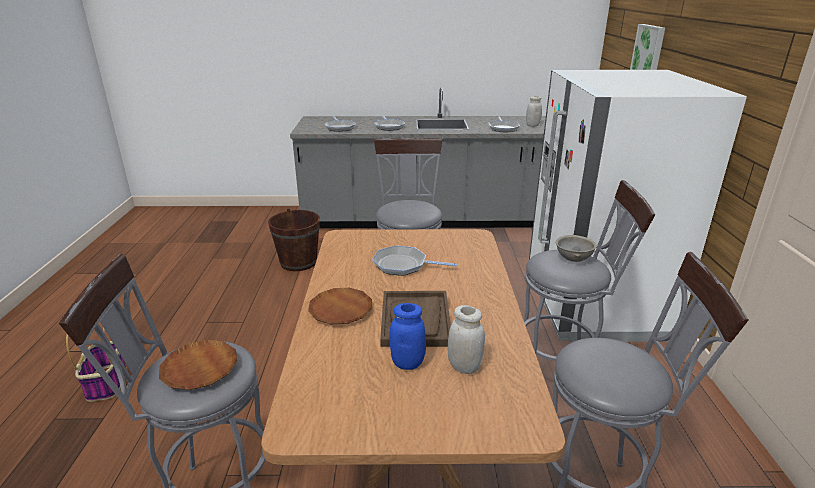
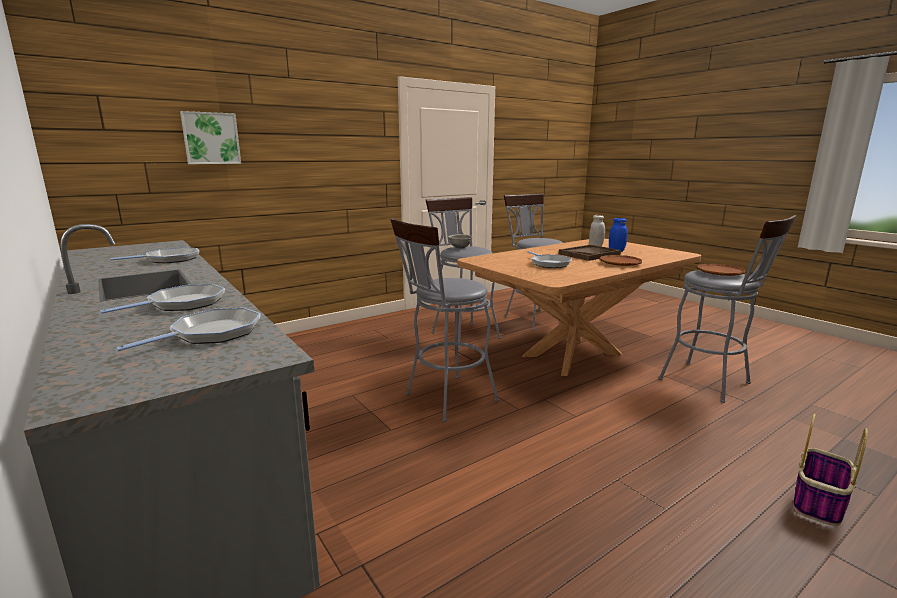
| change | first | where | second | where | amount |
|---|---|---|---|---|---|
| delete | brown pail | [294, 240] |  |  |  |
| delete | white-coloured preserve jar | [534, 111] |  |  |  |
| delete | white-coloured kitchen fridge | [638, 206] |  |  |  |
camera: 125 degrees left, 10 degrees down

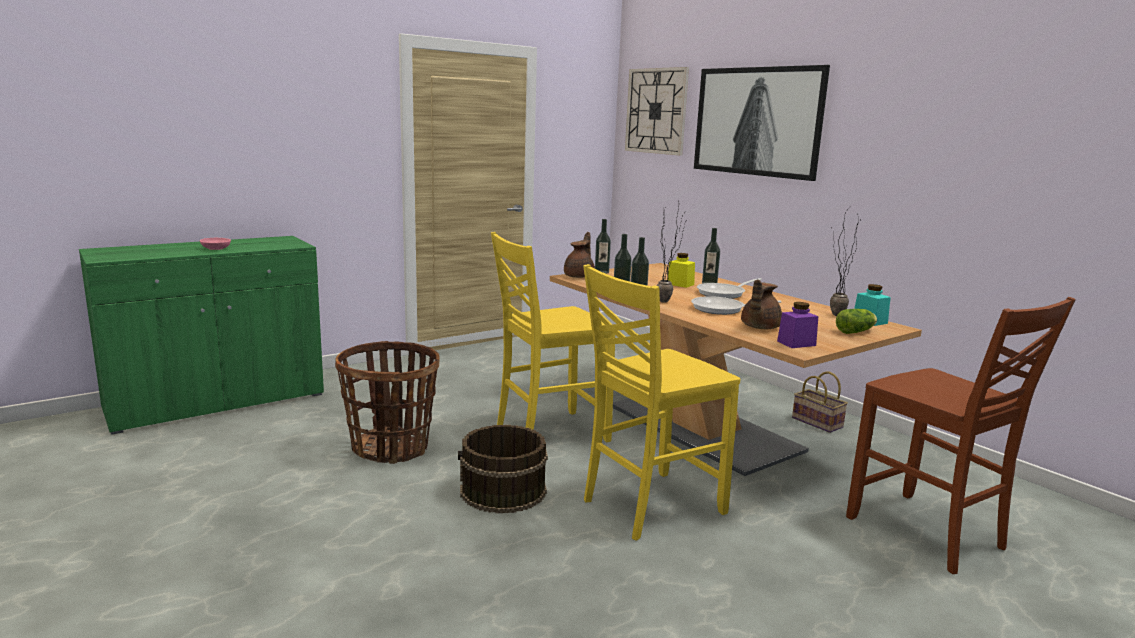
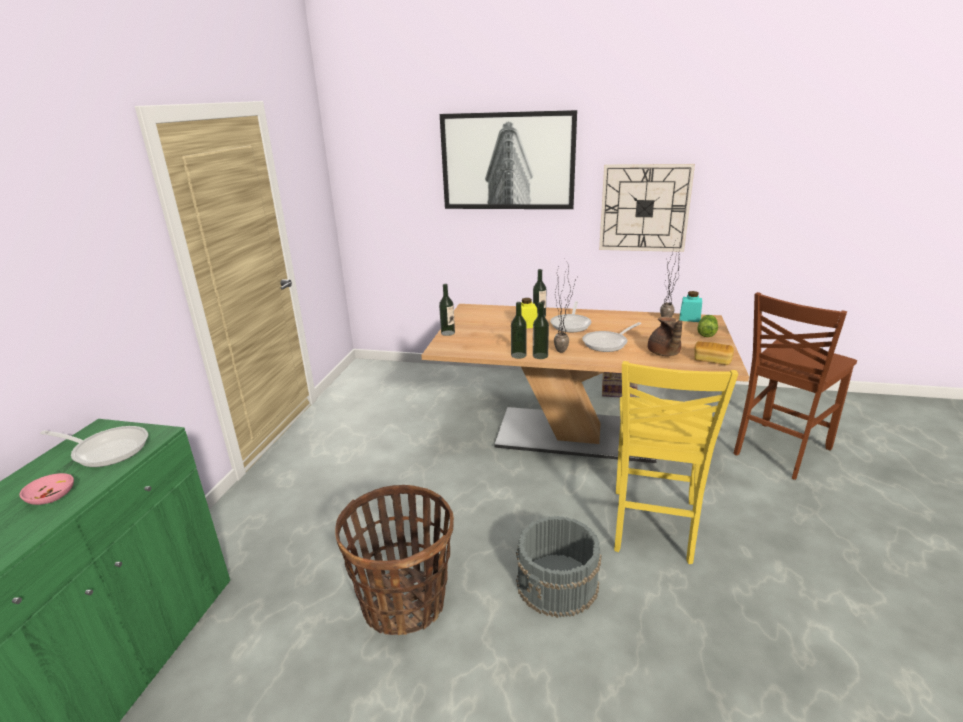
| change | first | where | second | where | amount |
|---|---|---|---|---|---|
| recolor | brown pail | [503, 469] | gray pail | [558, 567] |  |
| delete | yellowish chair | [553, 337] |  |  |  |
| delete | brown teapot | [579, 255] |  |  |  |
| move | hanging clock | [657, 111] |  | [647, 208] |  |
| replace | purplish preserve jar | [797, 325] | bread | [714, 353] |  |
| rotate | brown chair | [961, 435] |  | [795, 386] | 120 degrees clockwise |
| insert |  |  | pan | [94, 446] |  |
camera: 40 degrees left, 10 degrees up

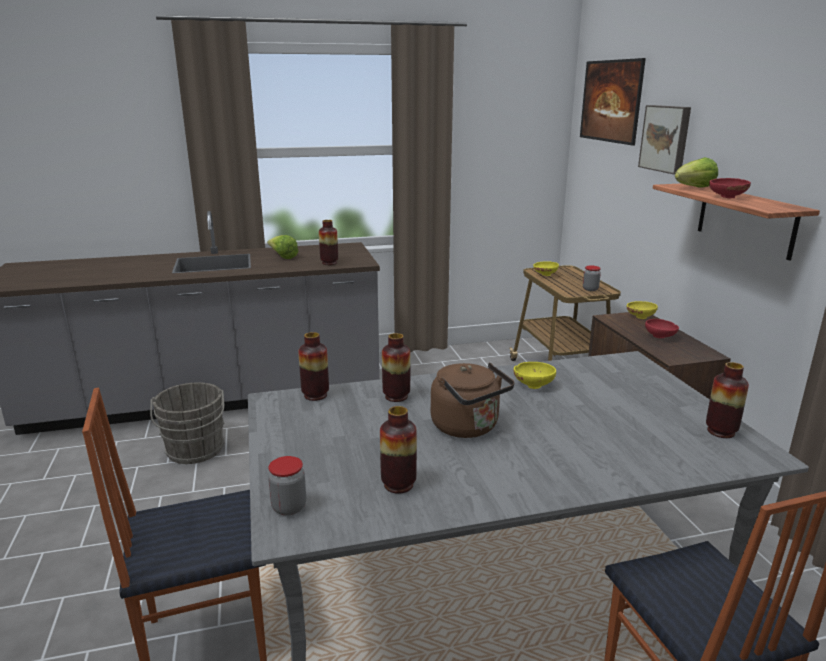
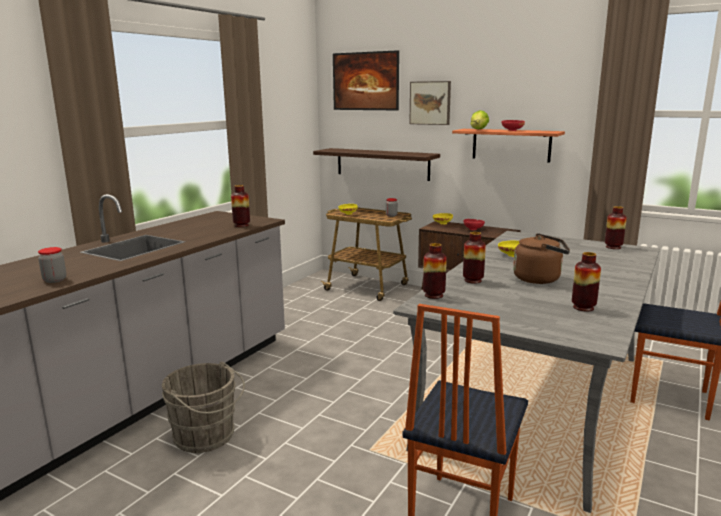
| change | first | where | second | where | amount |
|---|---|---|---|---|---|
| delete | head of lettuce | [282, 247] |  |  |  |
| move | preserve jar | [287, 486] |  | [52, 265] |  |
| insert |  |  | shelf | [376, 164] |  |
camera: 45 degrees left, 5 degrees down

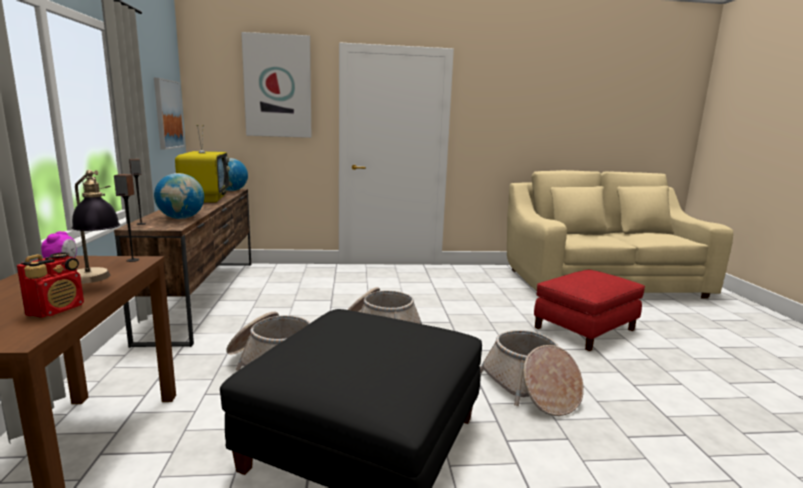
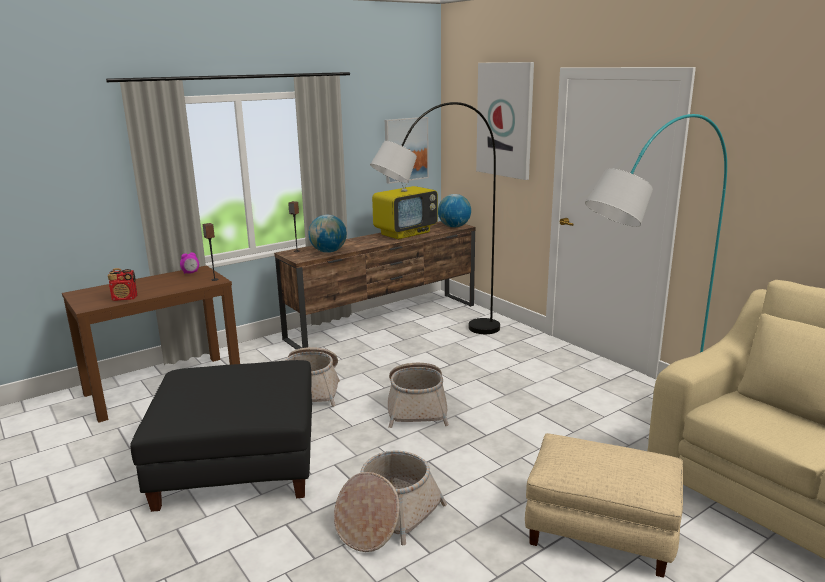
| change | first | where | second | where | amount |
|---|---|---|---|---|---|
| delete | tabletop lamp | [95, 227] |  |  |  |
| recolor | red pouffe | [589, 310] | sand-coloured pouffe | [604, 505] |  |
| insert |  |  | gray standing lamp | [435, 218] |  |
| insert |  |  | blue-green standing lamp | [656, 233] |  |
camera: 60 degrees right, 5 degrees up

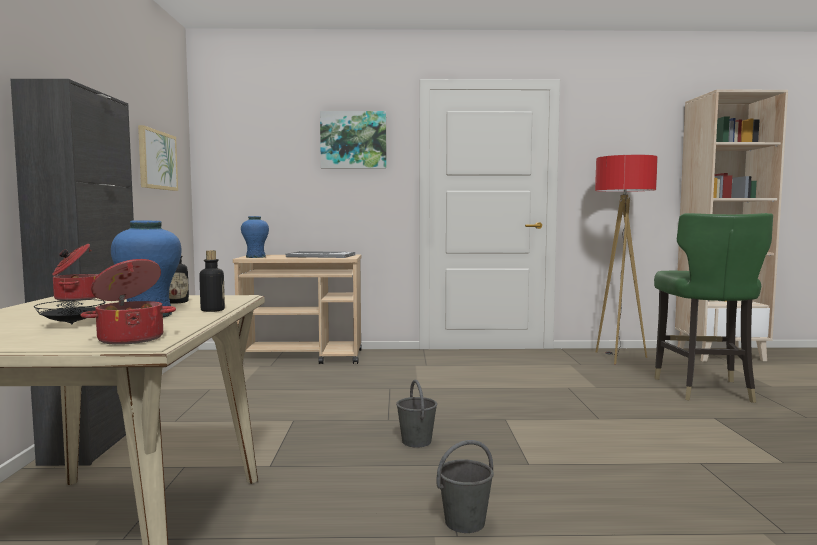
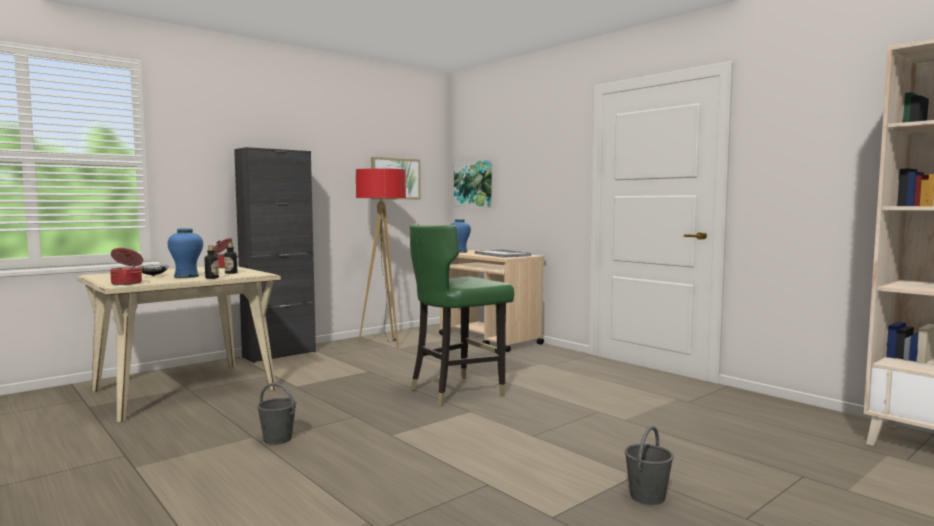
| change | first | where | second | where | amount |
|---|---|---|---|---|---|
| move | picture | [353, 140] |  | [473, 183] |  |
| move | gray pail | [416, 414] |  | [649, 465] |  |
| move | standing lamp | [626, 260] |  | [381, 257] |  |
| move | greenish chair | [713, 308] |  | [461, 314] |  |
camera: 50 degrees right, 0 degrees up

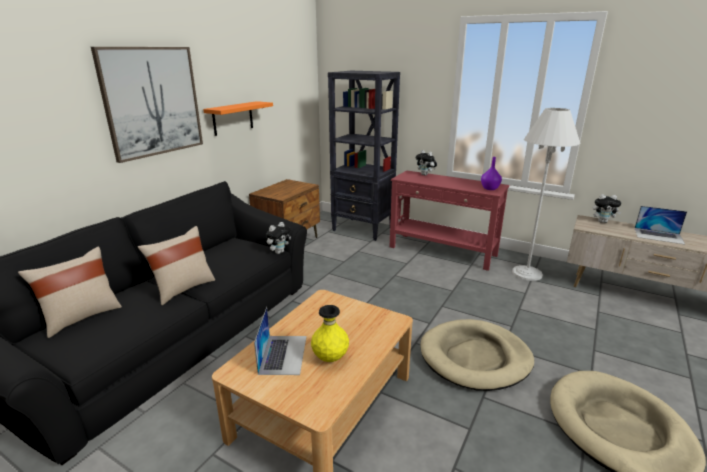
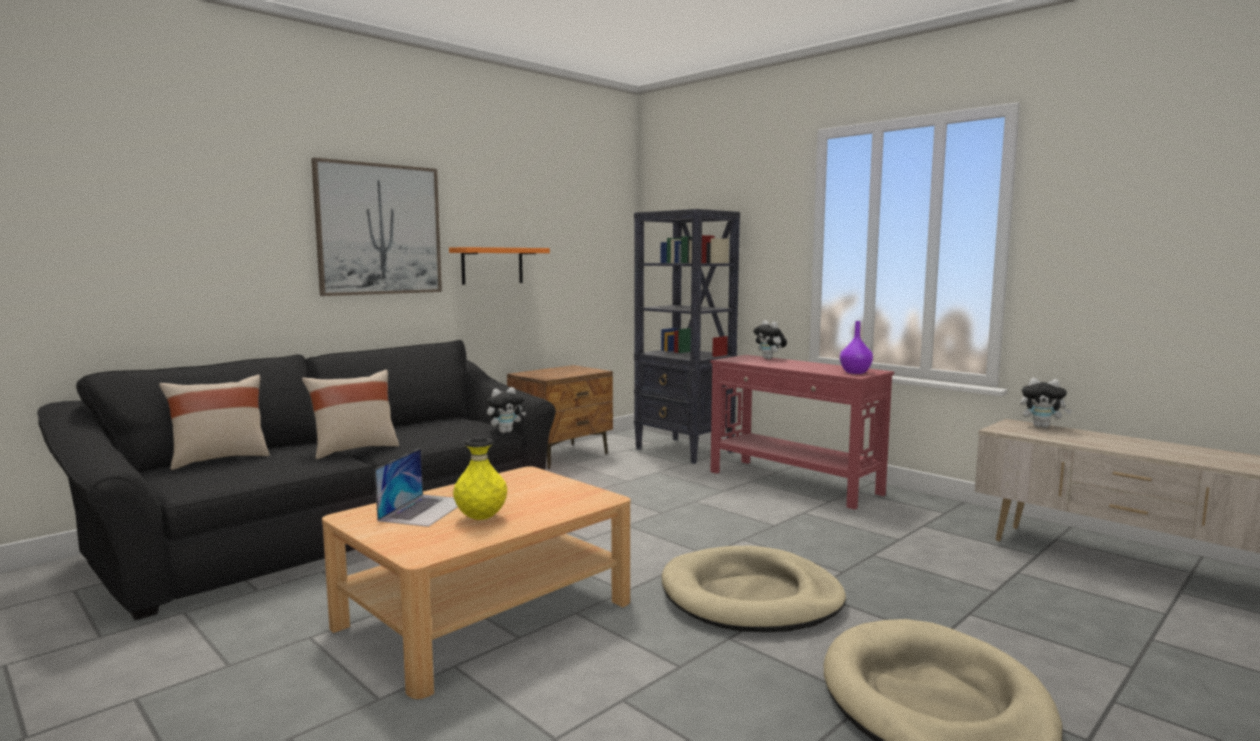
| change | first | where | second | where | amount |
|---|---|---|---|---|---|
| delete | white-coloured standing lamp | [546, 194] |  |  |  |
| delete | notebook computer | [661, 225] |  |  |  |
camera: 15 degrees right, 15 degrees down

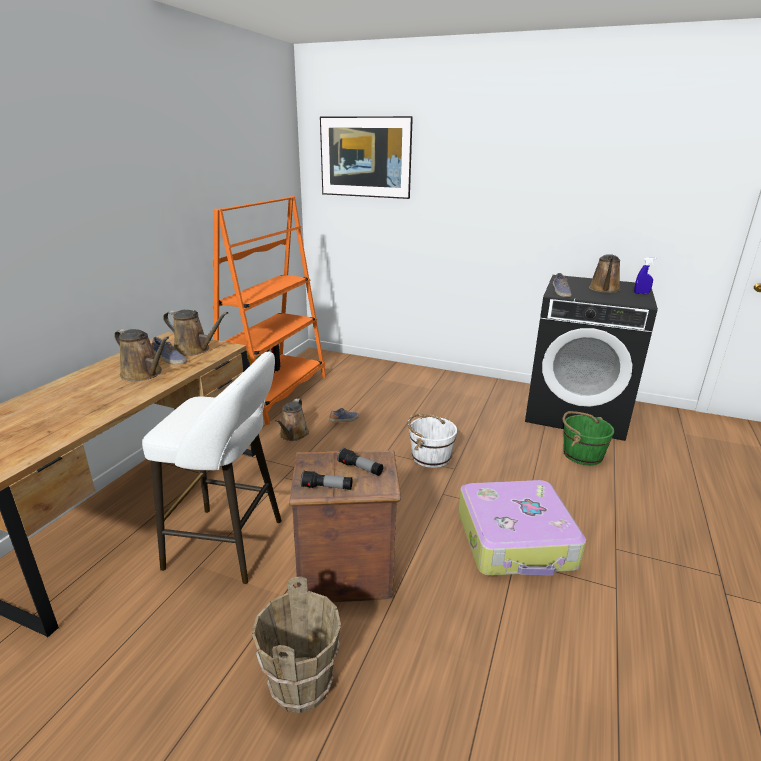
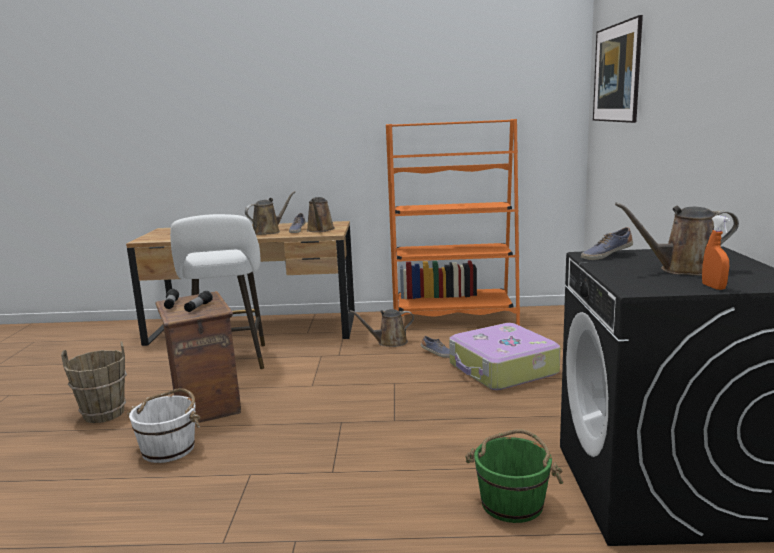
| change | first | where | second | where | amount |
|---|---|---|---|---|---|
| rotate | brown watering pot | [141, 355] |  | [270, 213] | 150 degrees counterclockwise |
| move | white-coloured pail | [432, 441] |  | [164, 425] |  |
| move | travel case | [522, 528] |  | [505, 356] |  |
| recolor | bluish hand sprayer | [645, 275] | orange hand sprayer | [716, 252] |  |
camera: 70 degrees right, 10 degrees down

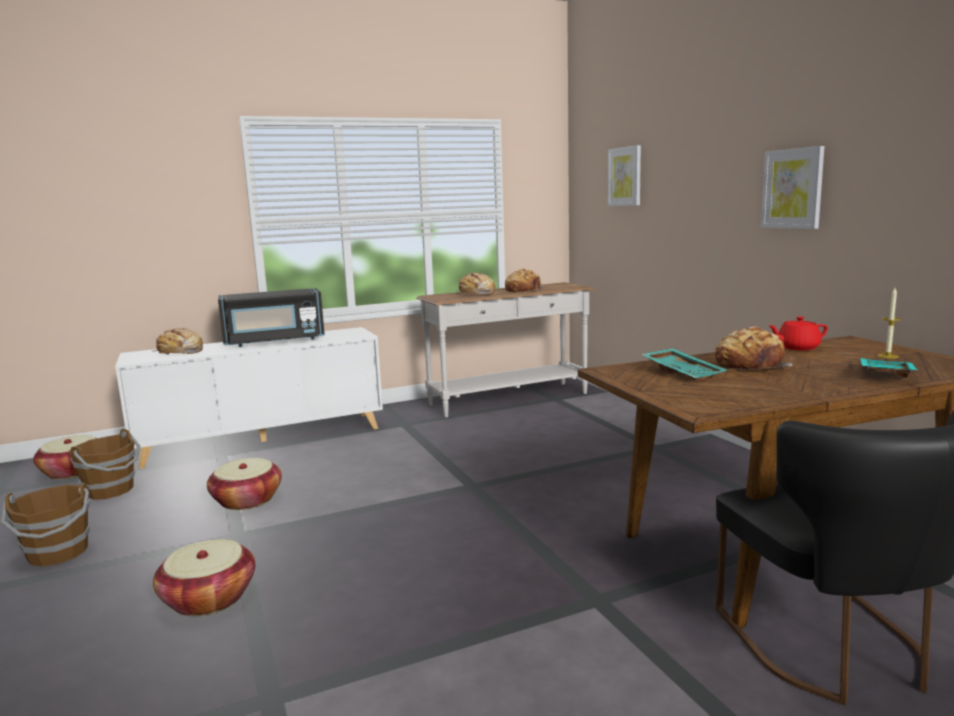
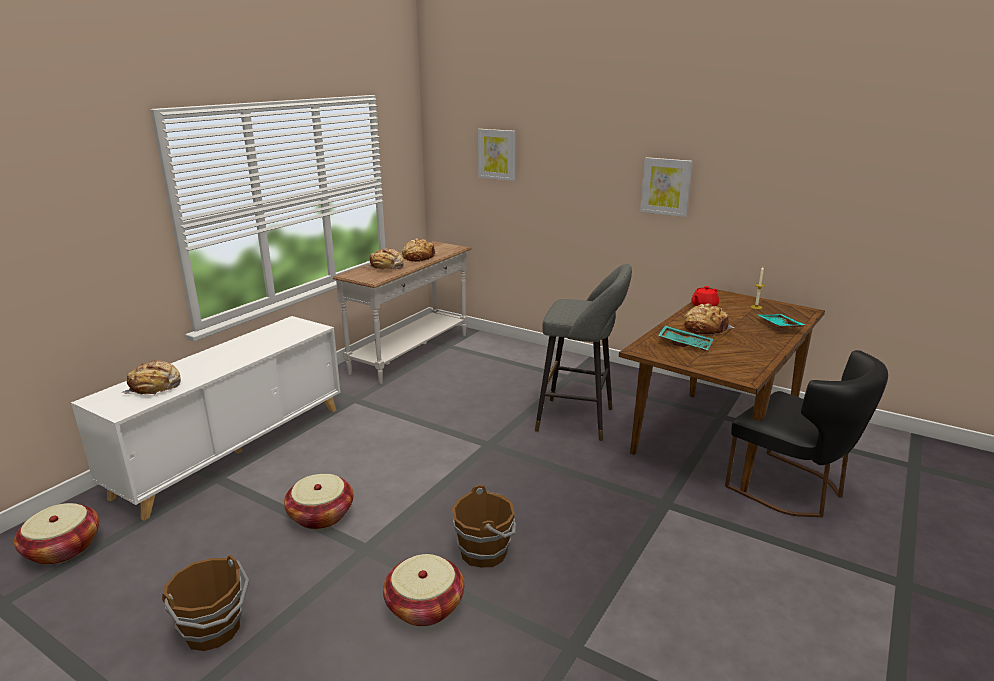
| change | first | where | second | where | amount |
|---|---|---|---|---|---|
| move | brown pail | [104, 464] |  | [484, 526] |  |
| delete | black-coloured kitchen microwave | [271, 317] |  |  |  |
| insert |  |  | gray sitting stool | [583, 352] |  |
camera: 35 degrees left, 10 degrees up

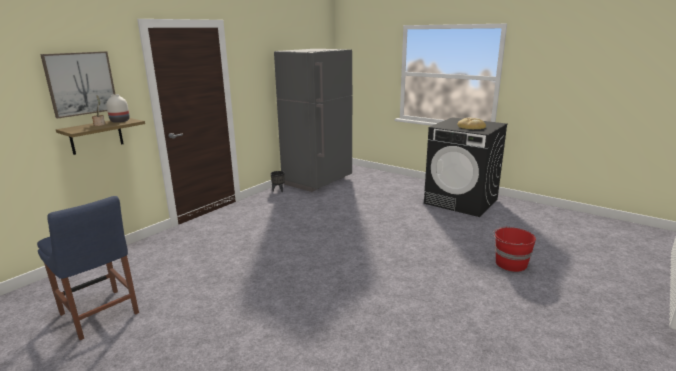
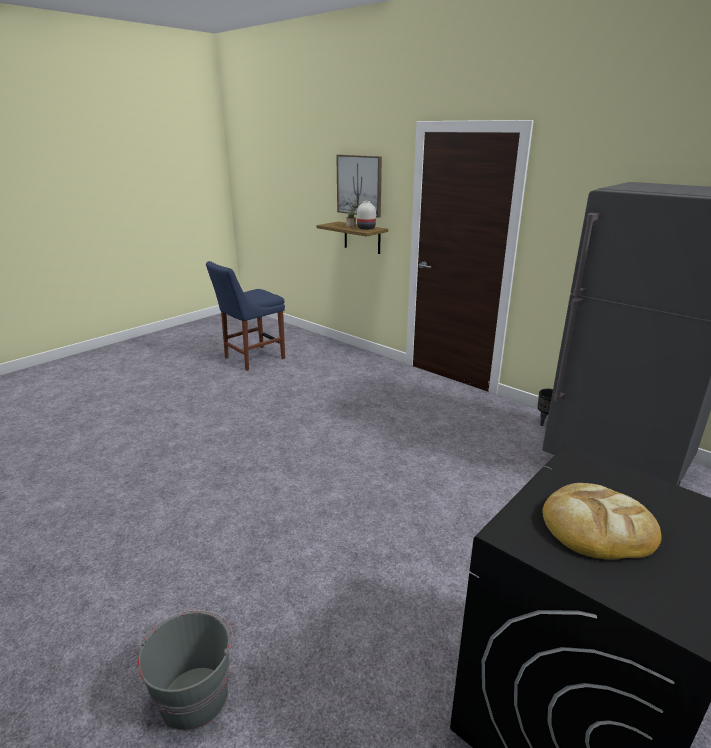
| change | first | where | second | where | amount |
|---|---|---|---|---|---|
| recolor | red pail | [514, 249] | gray pail | [185, 670] |  |
camera: 95 degrees right, 5 degrees up

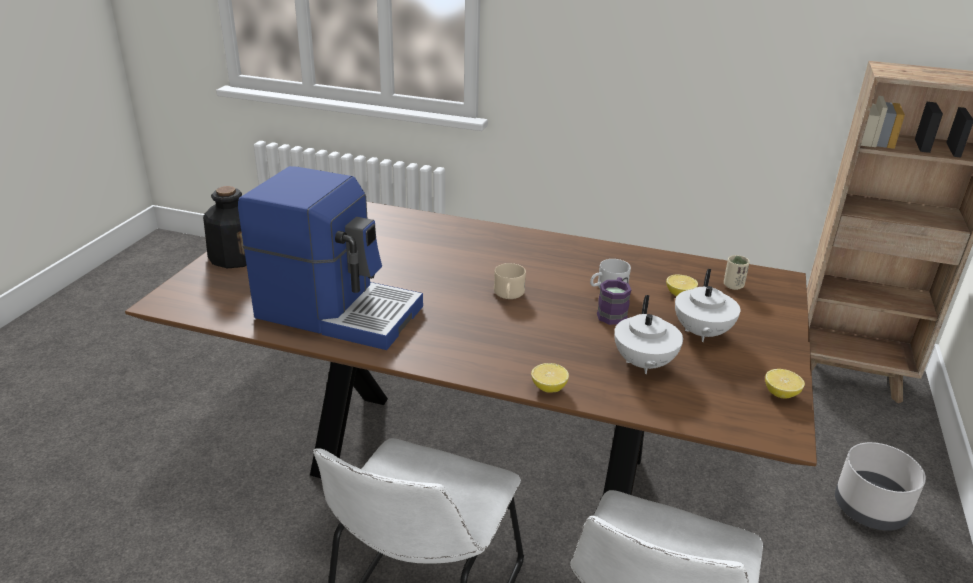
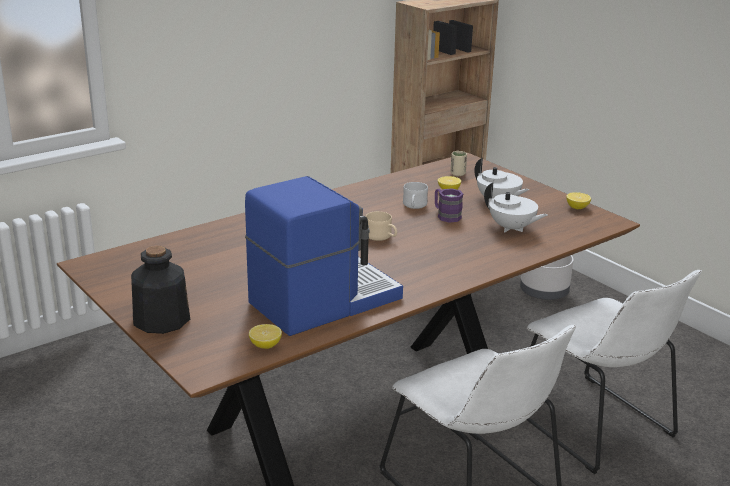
| change | first | where | second | where | amount |
|---|---|---|---|---|---|
| move | citrus fruit | [550, 378] |  | [265, 336] |  |
camera: 55 degrees left, 5 degrees down

